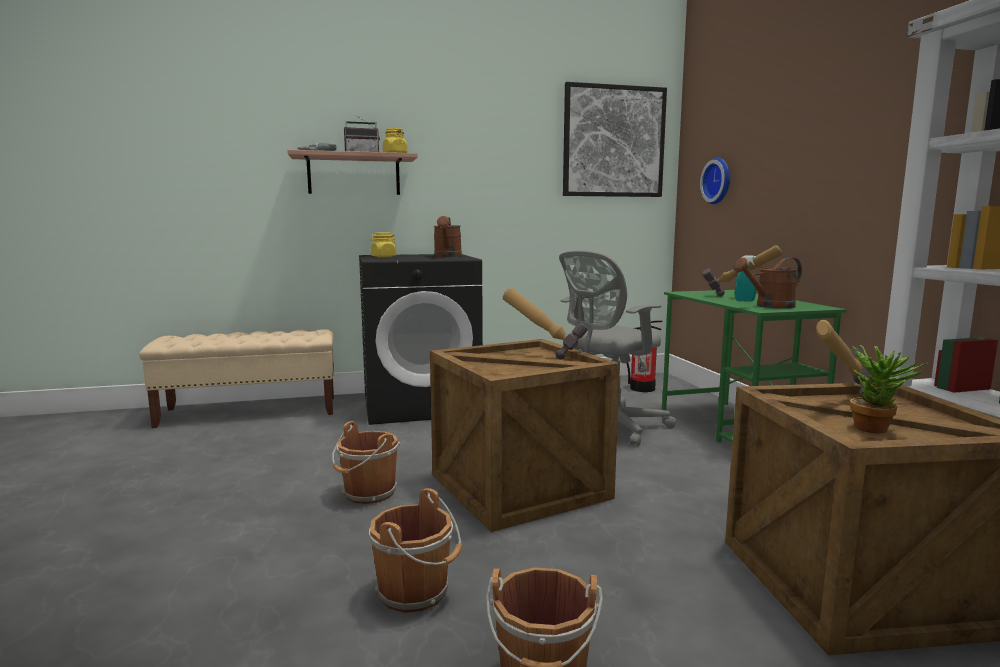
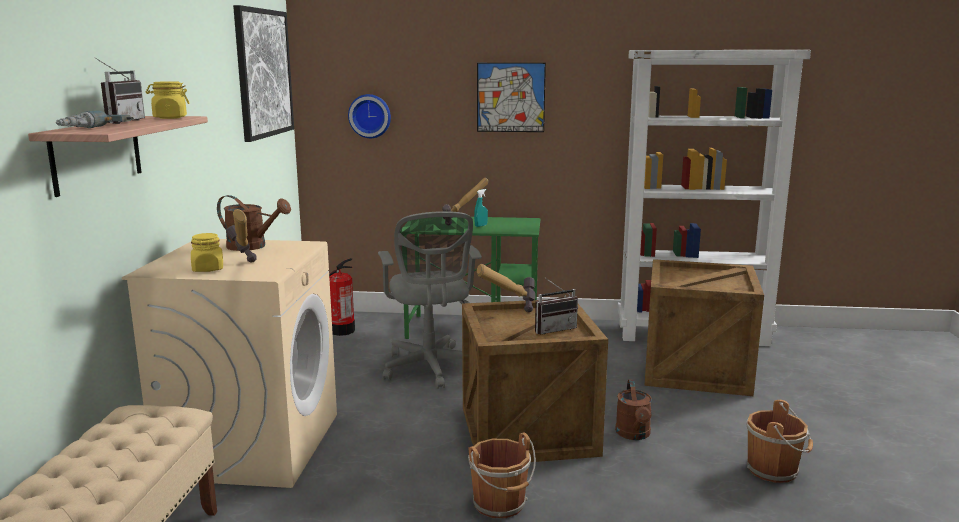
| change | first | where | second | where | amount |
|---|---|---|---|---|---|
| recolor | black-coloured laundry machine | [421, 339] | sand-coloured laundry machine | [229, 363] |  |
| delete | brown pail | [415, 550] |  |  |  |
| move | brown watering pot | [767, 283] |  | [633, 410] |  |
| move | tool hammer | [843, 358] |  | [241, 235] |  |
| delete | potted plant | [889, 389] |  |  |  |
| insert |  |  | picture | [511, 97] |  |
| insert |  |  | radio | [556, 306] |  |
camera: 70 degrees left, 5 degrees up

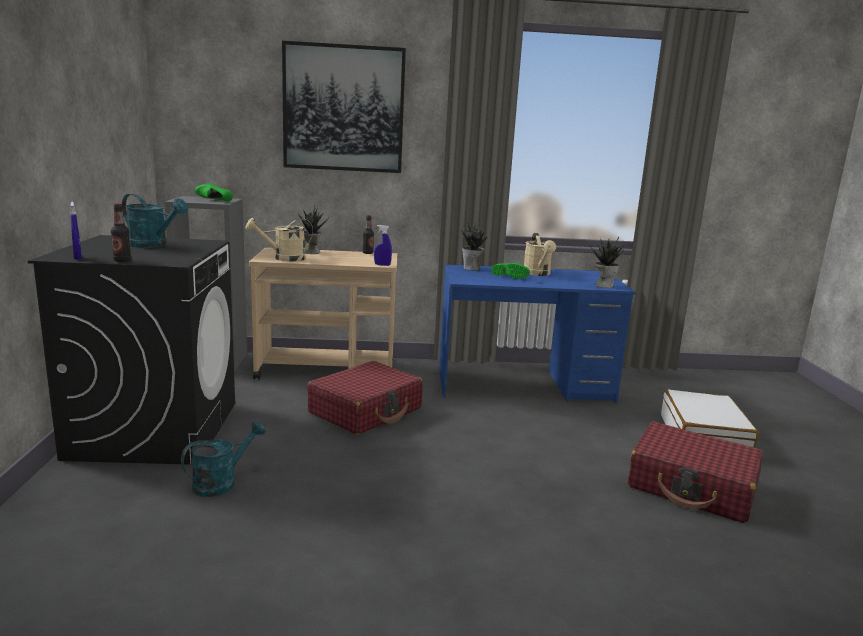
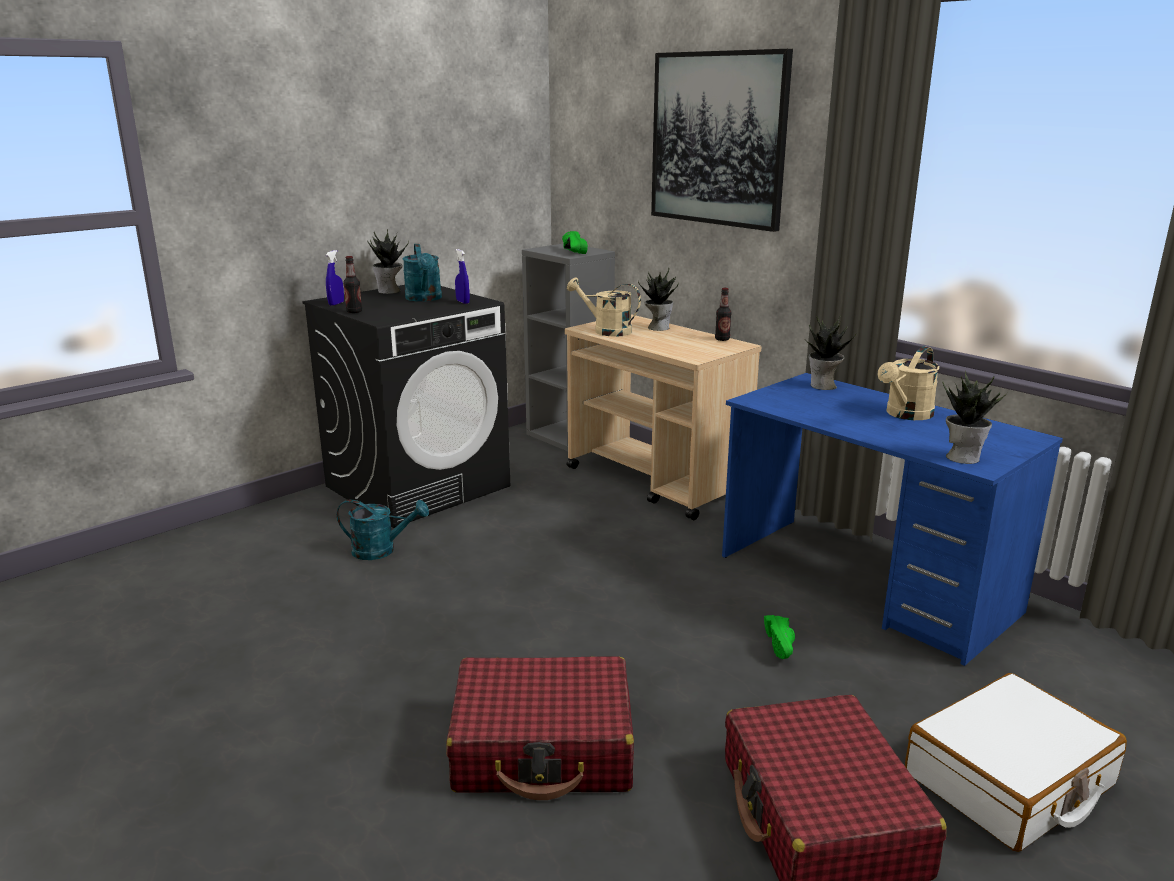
| change | first | where | second | where | amount |
|---|---|---|---|---|---|
| move | red travel case | [365, 398] |  | [540, 728] |  |
| move | bluish hand sprayer | [383, 245] |  | [462, 276] |  |
| move | greenish low shoe | [510, 271] |  | [779, 637] |  |
| insert |  |  | potted plant | [388, 261] |  |
camera: 50 degrees right, 5 degrees up

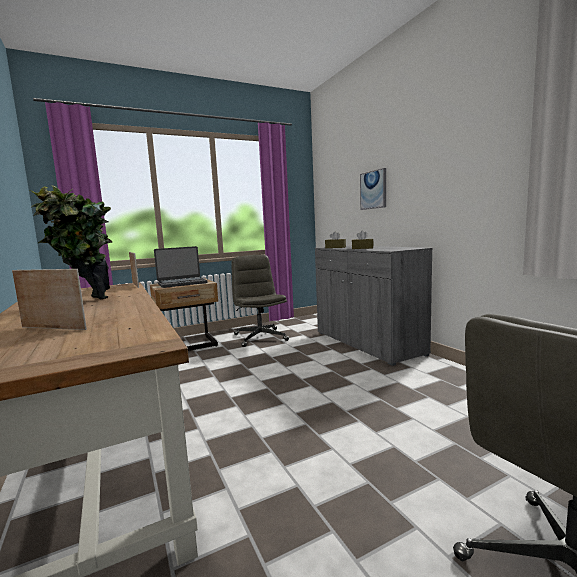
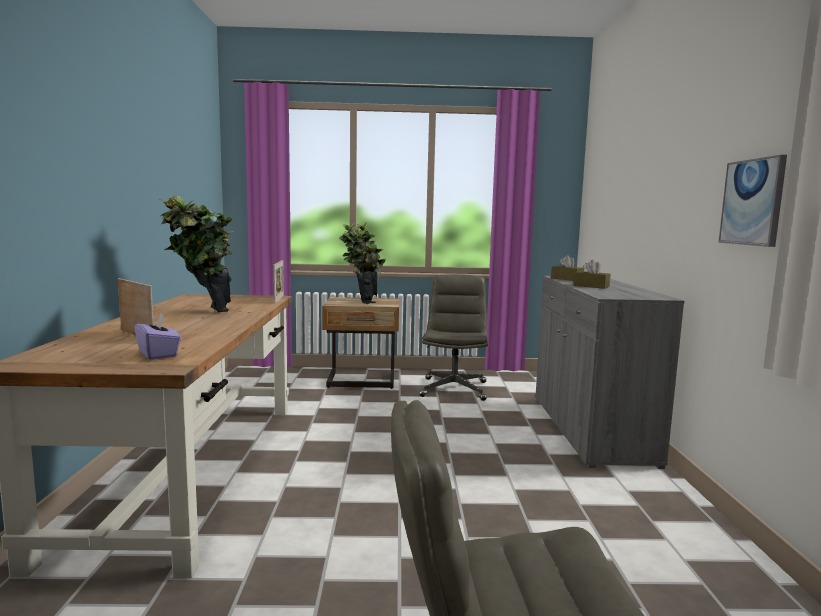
| change | first | where | second | where | amount |
|---|---|---|---|---|---|
| replace | notebook computer | [181, 267] | potted plant | [362, 263] |  |
| move | picture | [373, 189] |  | [753, 201] |  |
| insert |  |  | purplish box of tissues | [158, 336] |  |
camera: 25 degrees right, 0 degrees up

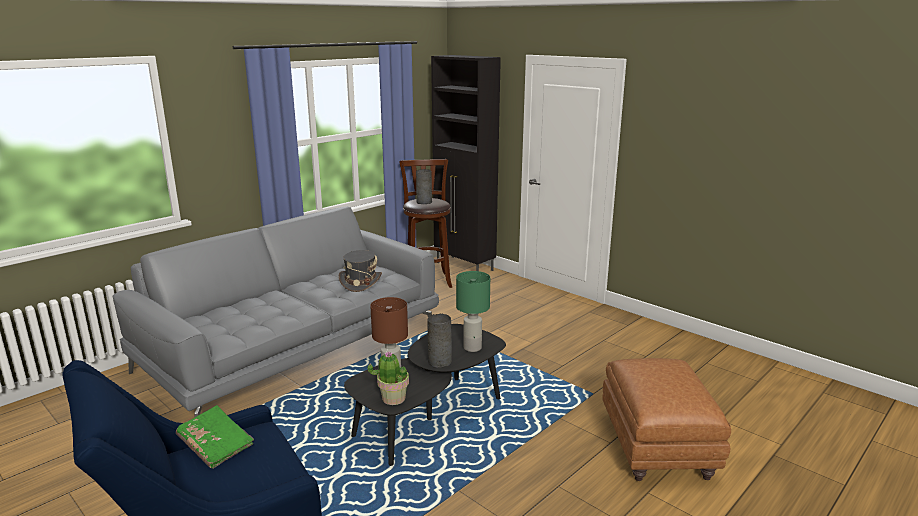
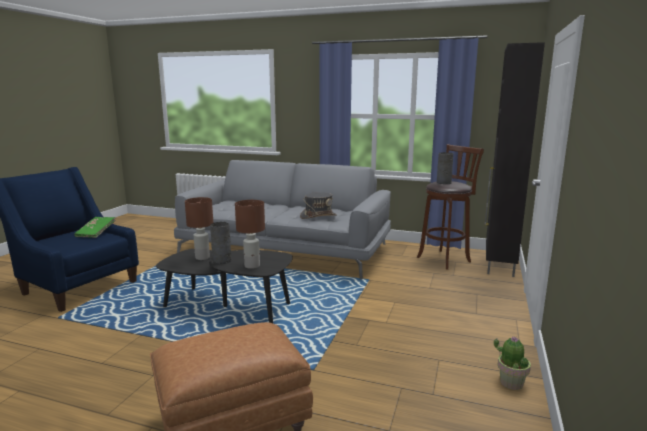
| change | first | where | second | where | amount |
|---|---|---|---|---|---|
| move | potted plant | [388, 378] |  | [512, 363] |  |
| recolor | greenish tabletop lamp | [473, 311] | brown tabletop lamp | [250, 234] |  |
camera: 65 degrees right, 5 degrees down

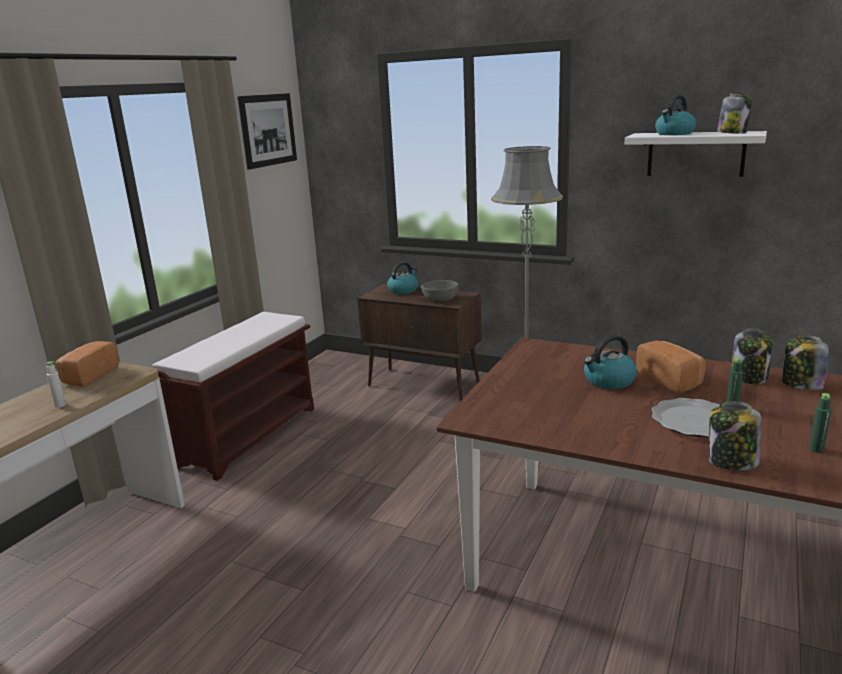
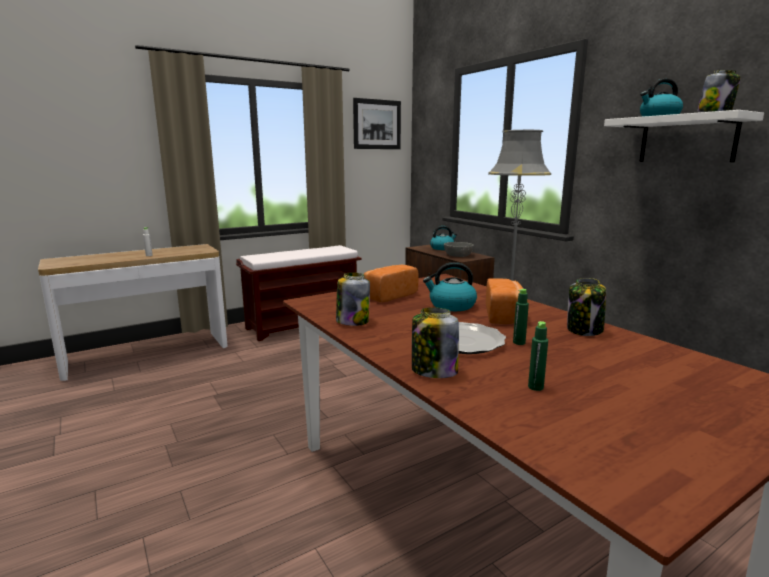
| change | first | where | second | where | amount |
|---|---|---|---|---|---|
| move | bread | [87, 364] |  | [391, 283] |  |
| move | preserve jar | [805, 362] |  | [353, 299] |  |
camera: 30 degrees right, 5 degrees down

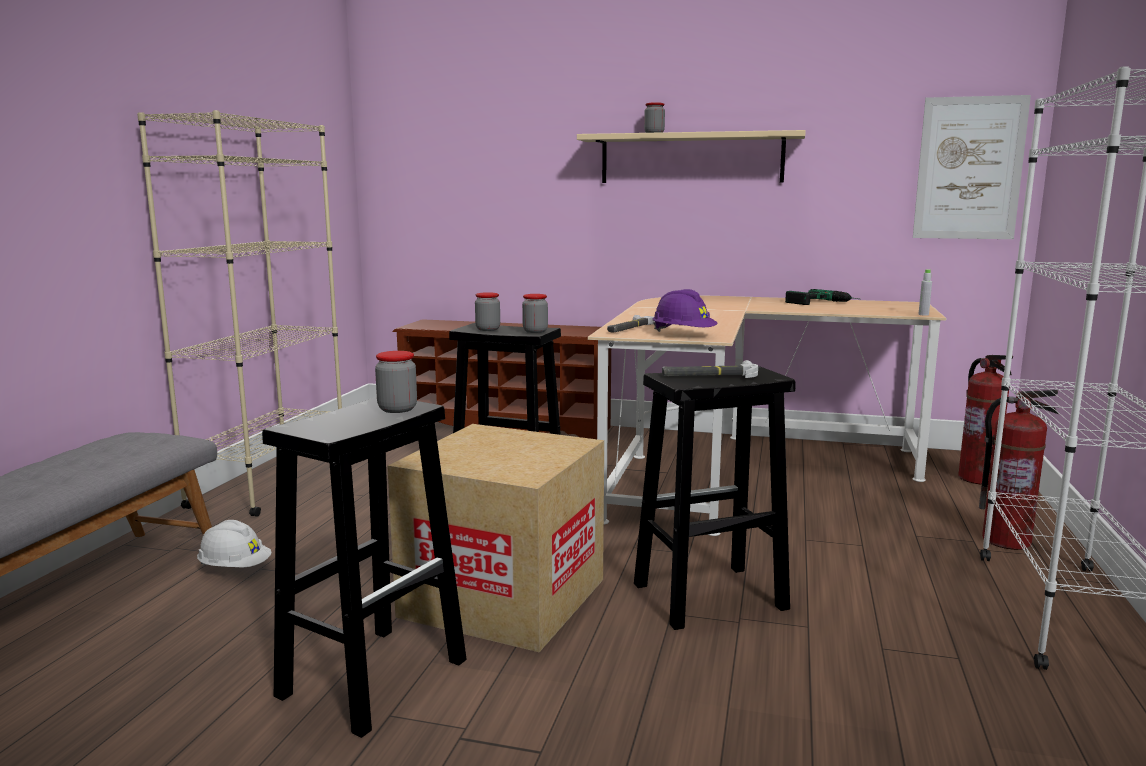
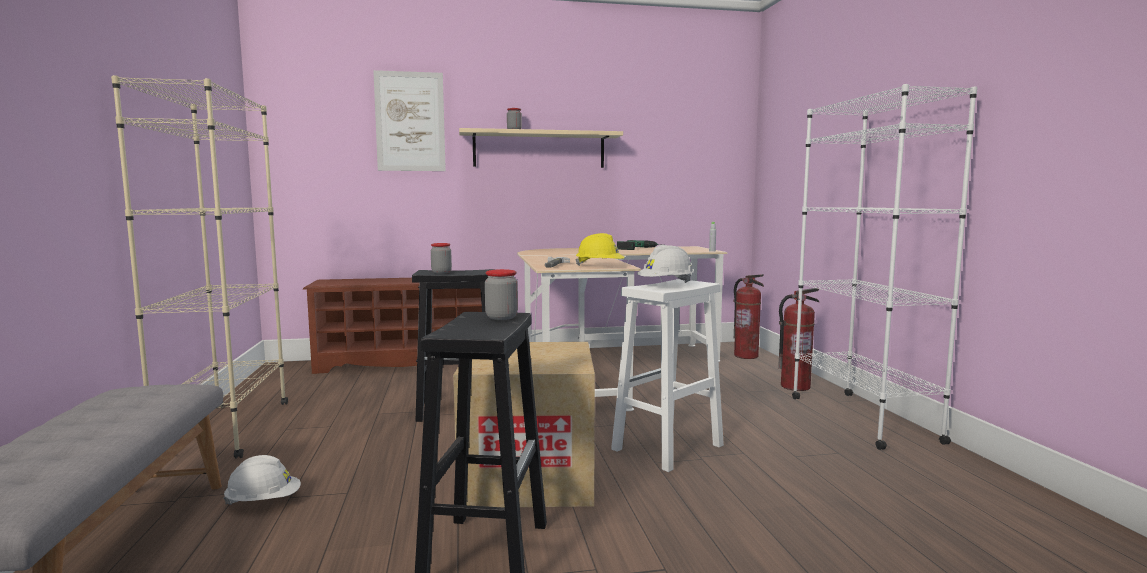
| change | first | where | second | where | amount |
|---|---|---|---|---|---|
| delete | preserve jar | [535, 313] |  |  |  |
| recolor | black-coloured sitting stool | [715, 498] | white-coloured sitting stool | [667, 375] |  |
| recolor | purplish work helmet | [685, 310] | yellowish work helmet | [600, 249] |  |
| replace | tool hammer | [710, 369] | white-coloured work helmet | [665, 264] |  |
| move | picture | [972, 167] |  | [409, 120] |  |
camera: 25 degrees left, 5 degrees down

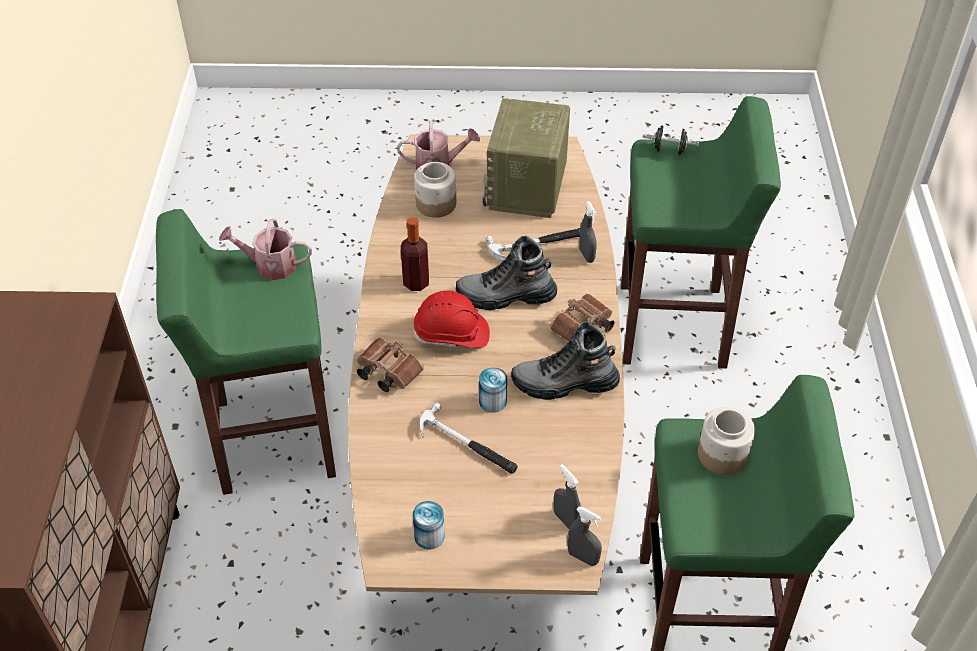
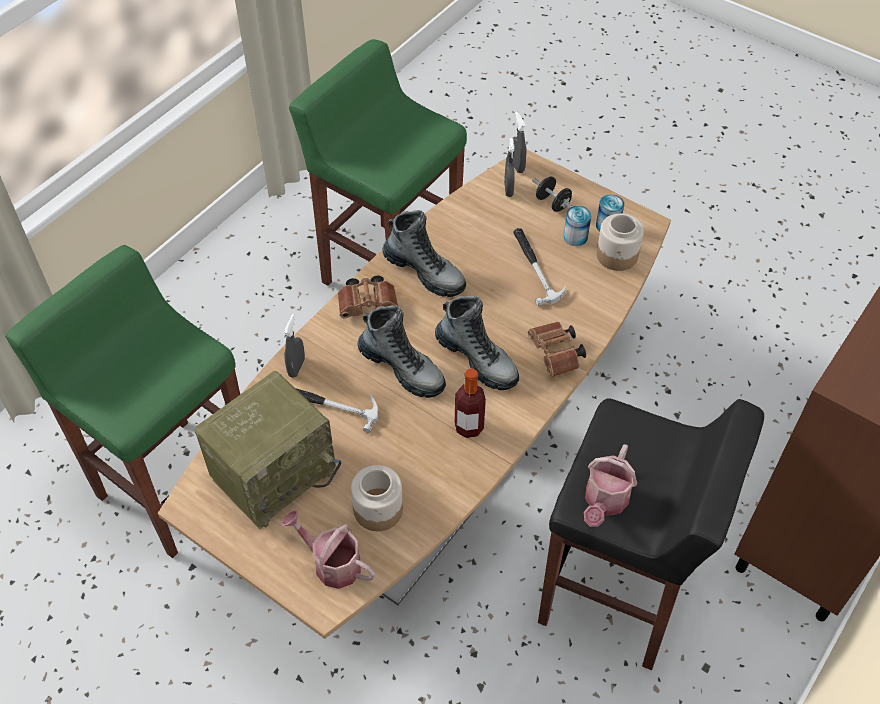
| change | first | where | second | where | amount |
|---|---|---|---|---|---|
| recolor | greenish sitting stool | [246, 352] | black-coloured sitting stool | [651, 534] |  |
| rotate | watering pot | [265, 249] |  | [610, 485] | 75 degrees clockwise |
| replace | red work helmet | [451, 319] | boot | [477, 343] |  |
| move | sealed can | [493, 390] |  | [577, 226] |  |
| move | black-coloured hand weight | [671, 140] |  | [552, 194] |  |
| move | preserve jar | [726, 441] |  | [620, 242] |  |
camera: 145 degrees left, 5 degrees up

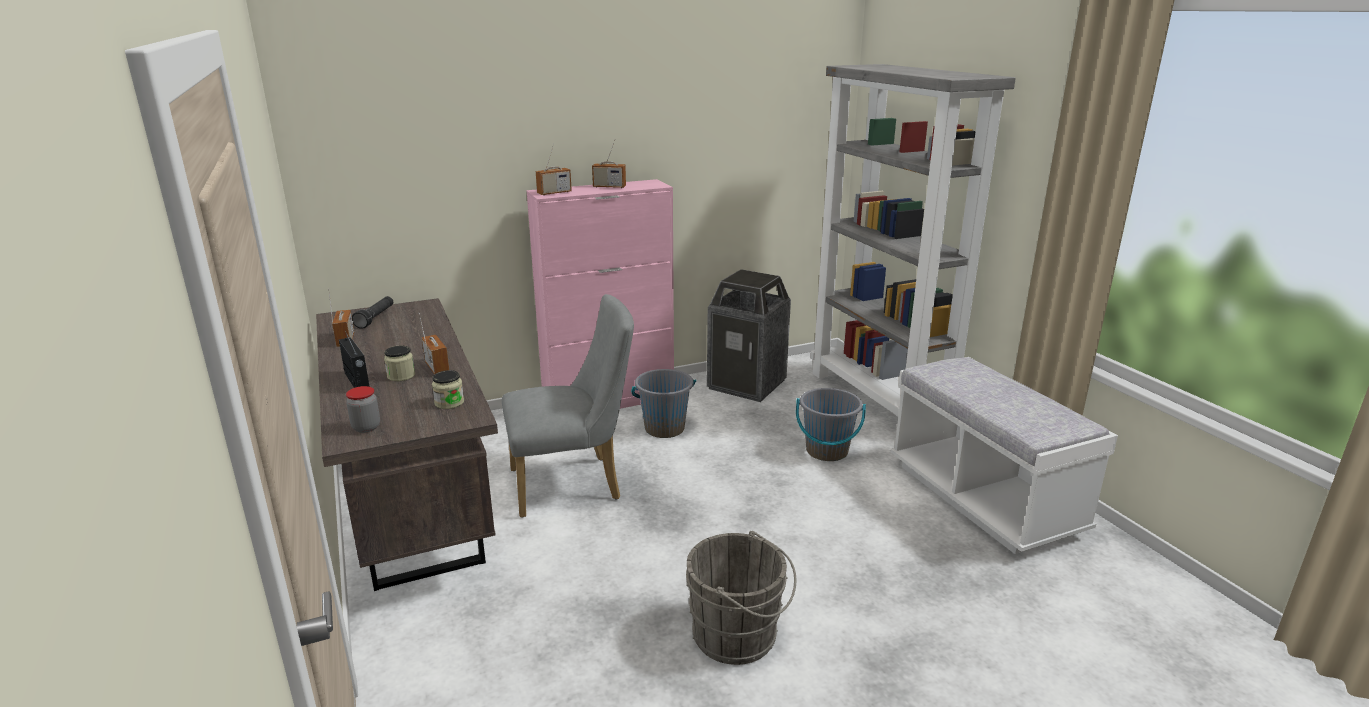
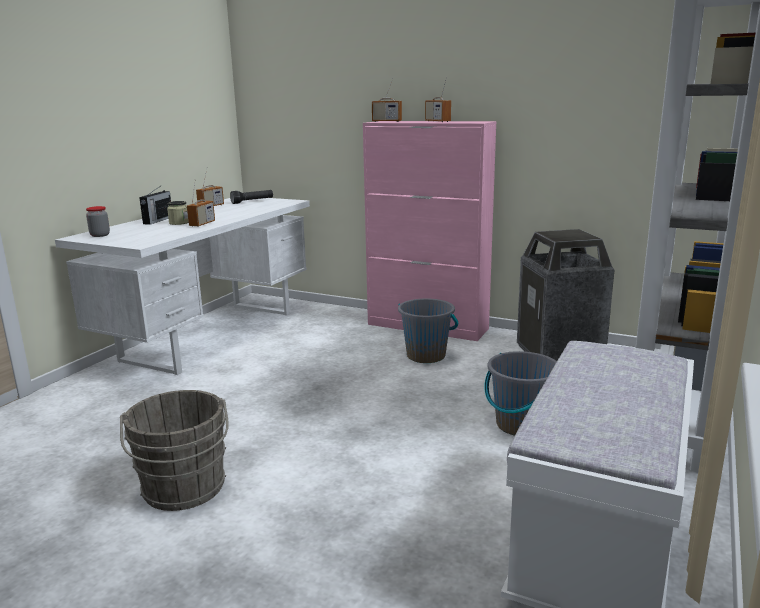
| change | first | where | second | where | amount |
|---|---|---|---|---|---|
| recolor | brown desk | [407, 444] | white-coloured desk | [182, 286] |  |
| delete | preserve jar | [448, 389] |  |  |  |
| delete | gray chair | [568, 406] |  |  |  |
camera: 50 degrees right, 5 degrees down

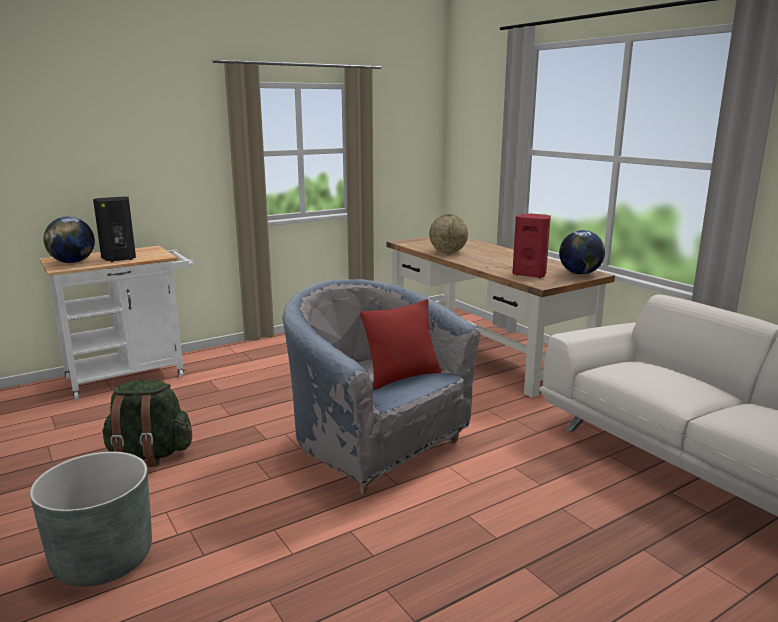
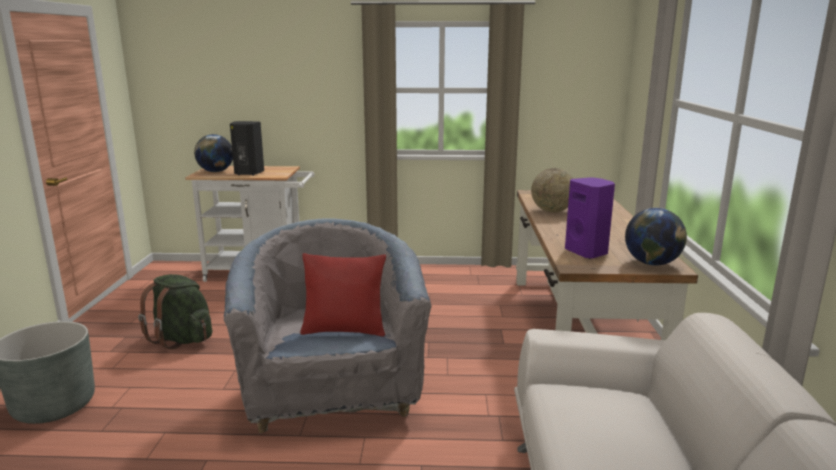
| change | first | where | second | where | amount |
|---|---|---|---|---|---|
| recolor | red speaker | [531, 246] | purplish speaker | [590, 218] |  |
camera: 35 degrees right, 0 degrees up

